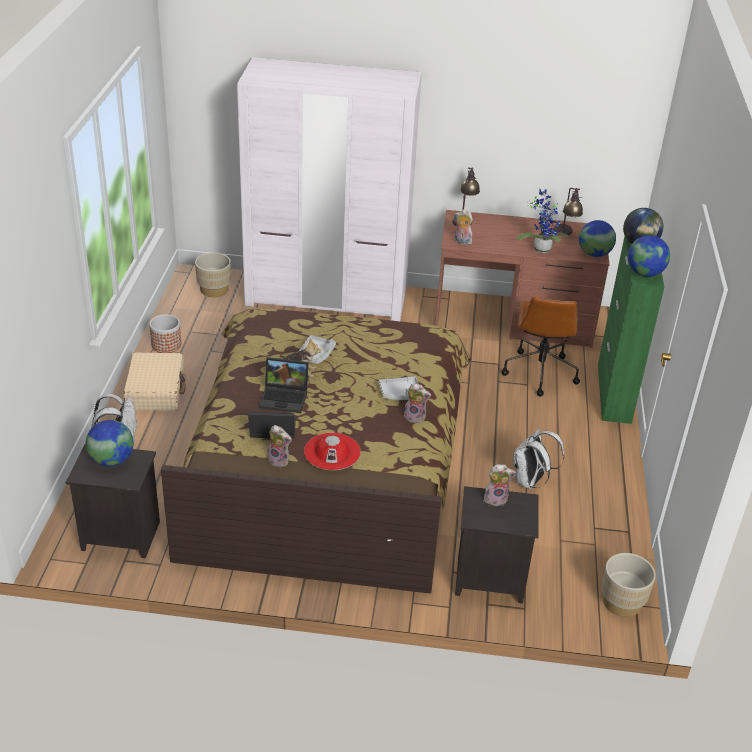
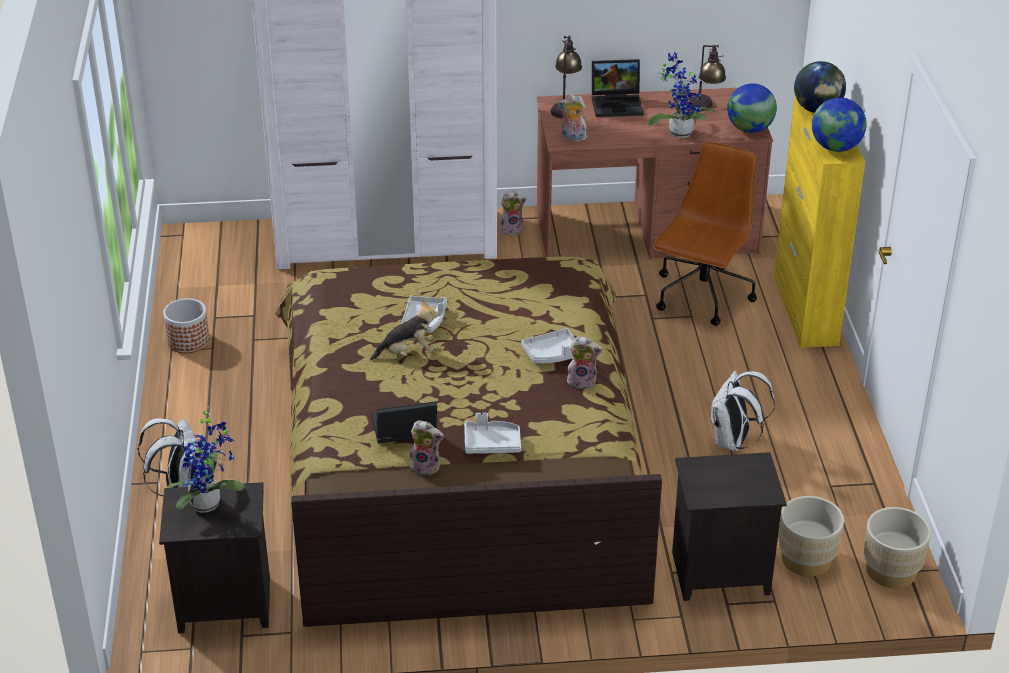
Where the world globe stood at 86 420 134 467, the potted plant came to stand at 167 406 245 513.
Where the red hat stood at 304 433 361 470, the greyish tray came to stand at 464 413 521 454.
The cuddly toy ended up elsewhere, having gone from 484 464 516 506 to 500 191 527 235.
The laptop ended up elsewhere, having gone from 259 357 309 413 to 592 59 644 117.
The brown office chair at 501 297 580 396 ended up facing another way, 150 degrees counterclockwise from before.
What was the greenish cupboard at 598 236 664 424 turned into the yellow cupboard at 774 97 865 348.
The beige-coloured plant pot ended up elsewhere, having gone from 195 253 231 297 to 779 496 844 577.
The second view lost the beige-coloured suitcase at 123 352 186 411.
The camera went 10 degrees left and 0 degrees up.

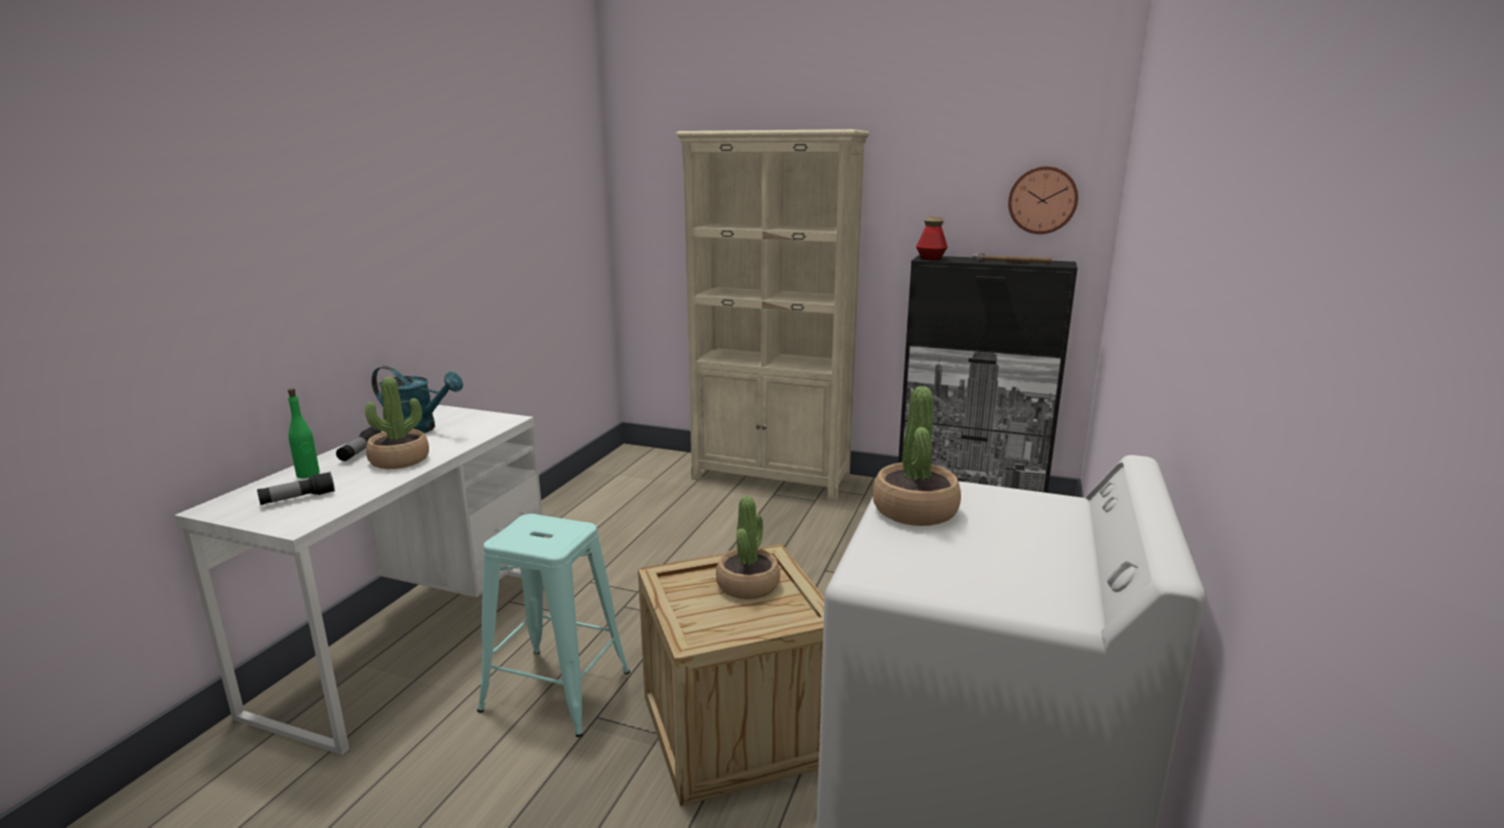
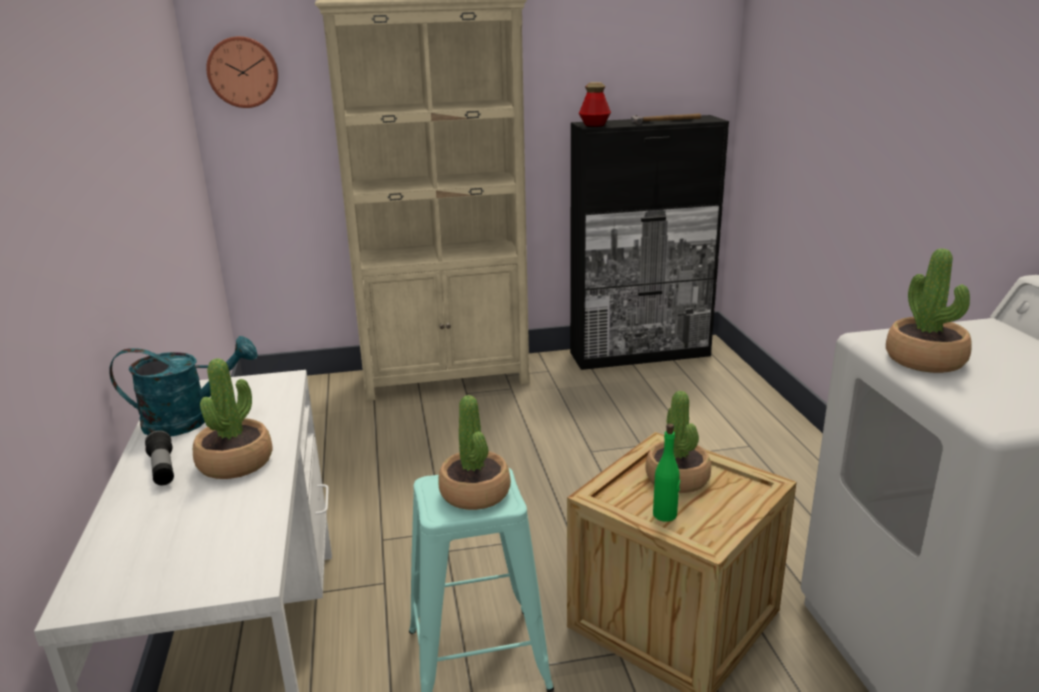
The wall clock ended up elsewhere, having gone from 1008 166 1078 234 to 206 36 278 108.
The second view gained the potted plant at 439 395 511 510.
The greenish bottle ended up elsewhere, having gone from 288 388 320 478 to 653 423 680 522.
The second view lost the flashlight at 257 471 335 505.
The camera went 30 degrees left and 5 degrees up.

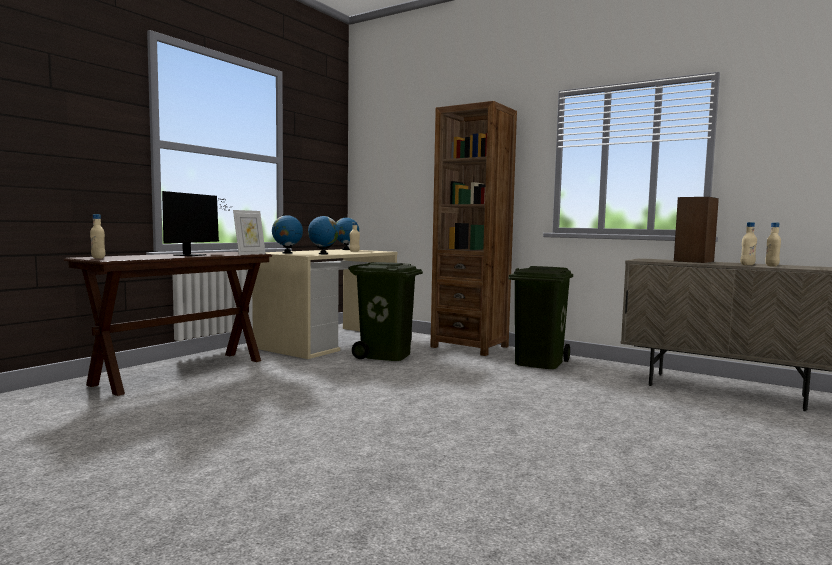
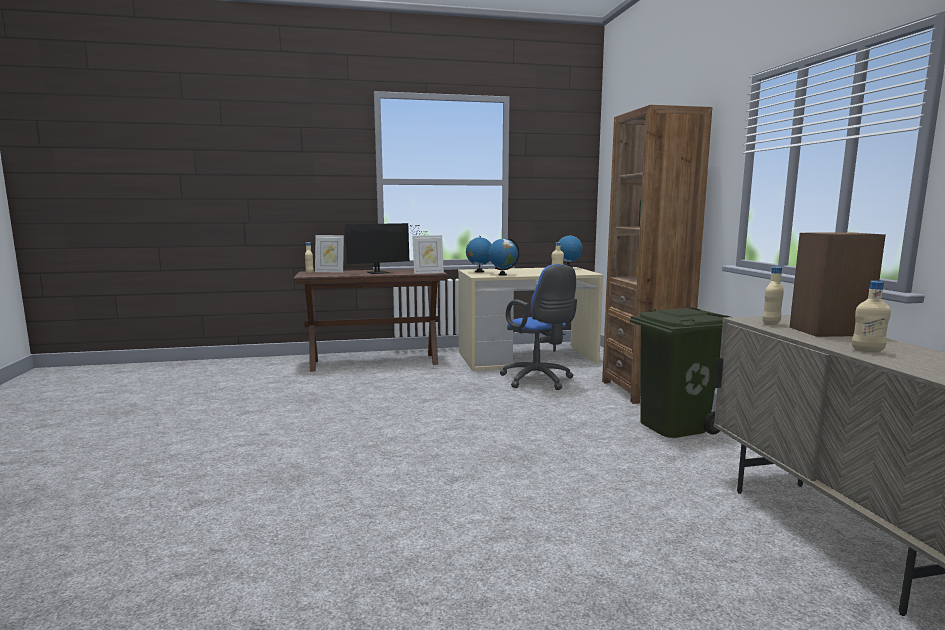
The second view gained the picture frame at 315 235 344 273.
Where the greenish waste bin stood at 348 262 423 361, the blue-coloured office chair came to stand at 500 264 577 390.
The beige-coloured bottle ended up elsewhere, having gone from 765 222 781 267 to 763 267 784 325.
The camera went 45 degrees right and 5 degrees up.

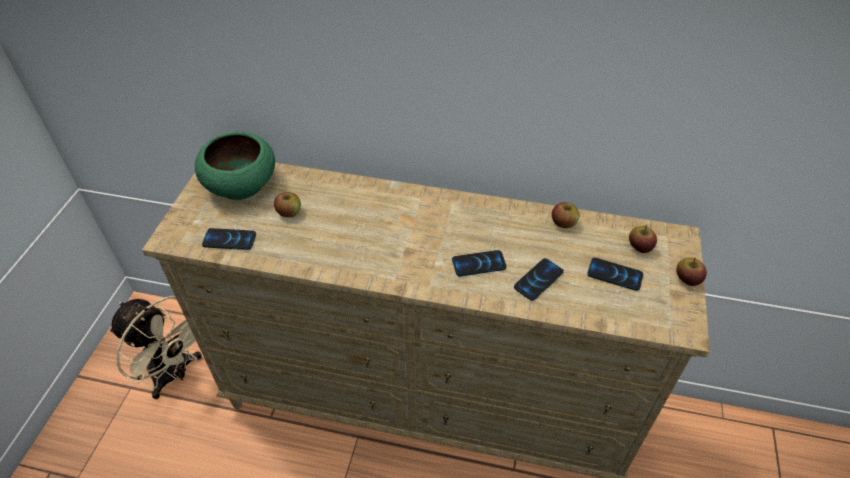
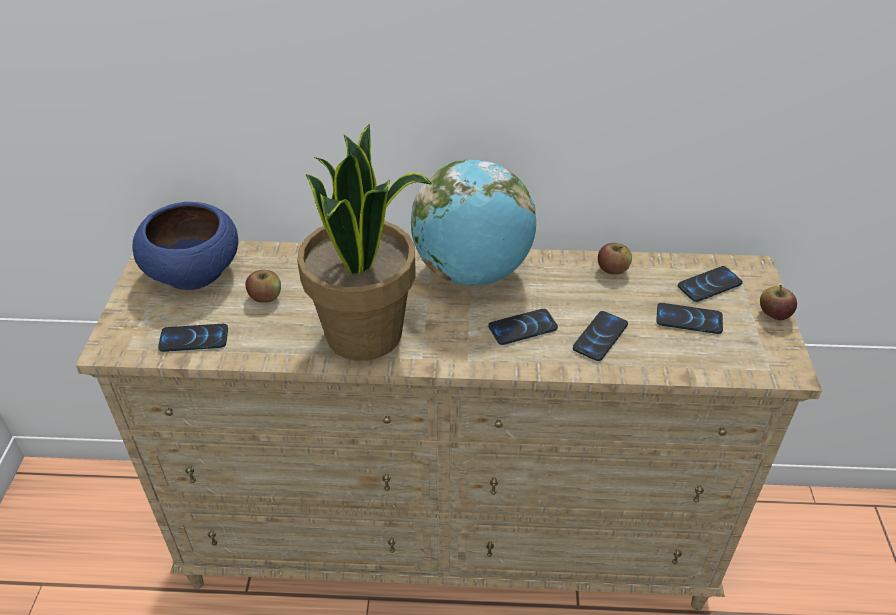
What was the greenish deep dish at 195 132 275 200 turned into the blue-coloured deep dish at 132 202 238 290.
The second view gained the potted plant at 297 124 432 361.
The second view gained the world globe at 411 159 536 286.
Where the whole apple stood at 629 225 657 253, the phone came to stand at 678 266 743 302.
The second view lost the beige-coloured electric fan at 109 296 202 399.
The camera went 10 degrees left and 5 degrees down.

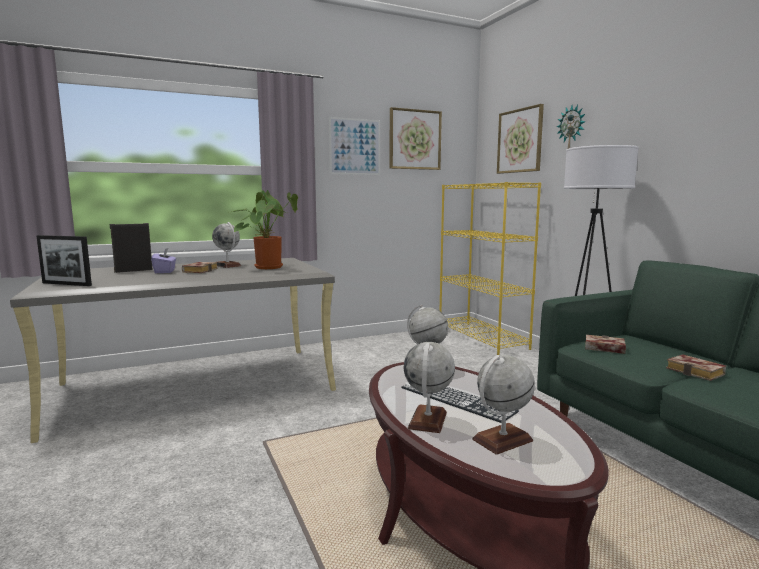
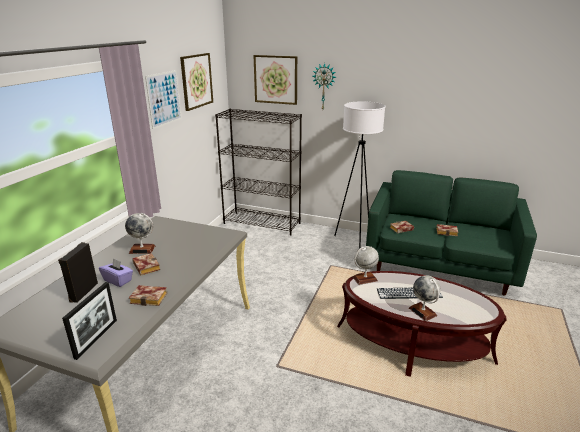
The picture frame at 37 235 92 286 ended up facing another way, 45 degrees counterclockwise from before.
The second view gained the book at 129 285 167 306.
What was the yellow bookcase at 440 182 541 355 turned into the black bookcase at 215 109 302 235.
The second view lost the potted plant at 232 190 298 269.
The second view lost the world globe at 472 355 535 455.
The camera went 45 degrees left and 15 degrees up.

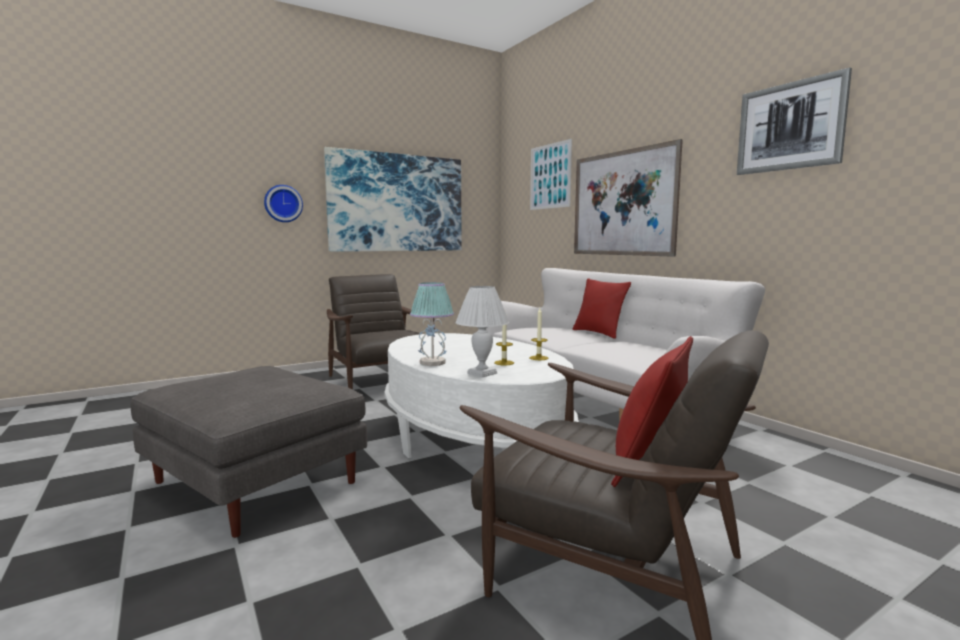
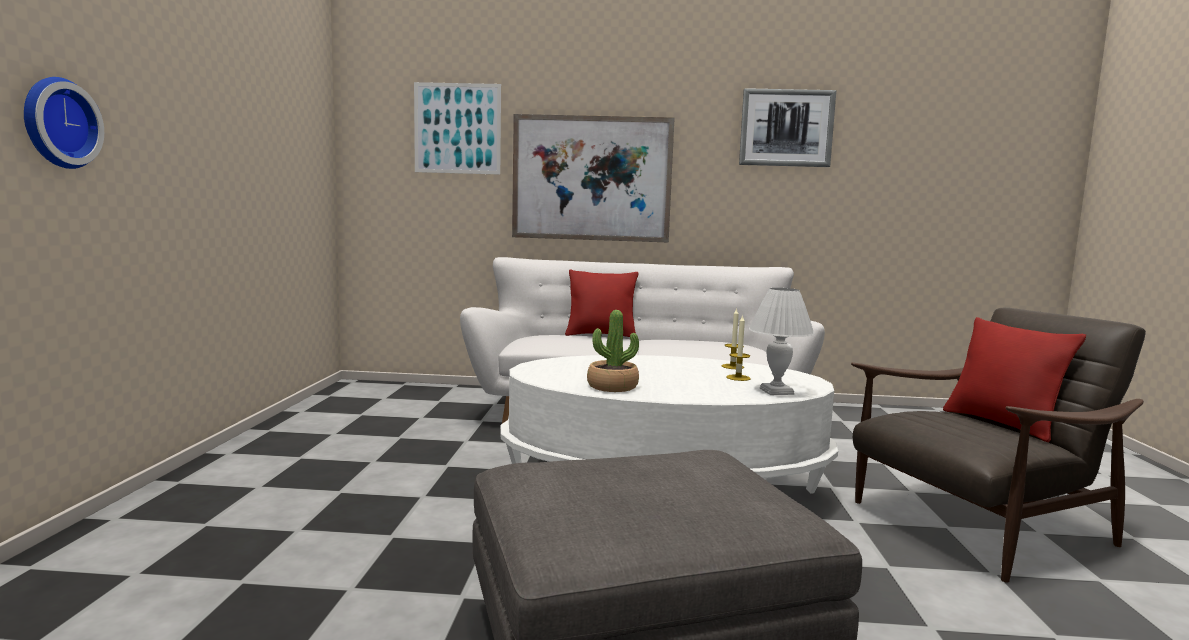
The second view gained the potted plant at 587 310 639 392.
The second view lost the wall art at 324 147 462 252.
The second view lost the brown easy chair at 327 274 435 390.
The second view lost the lamp for a table at 410 282 454 366.
The camera went 55 degrees left and 0 degrees up.

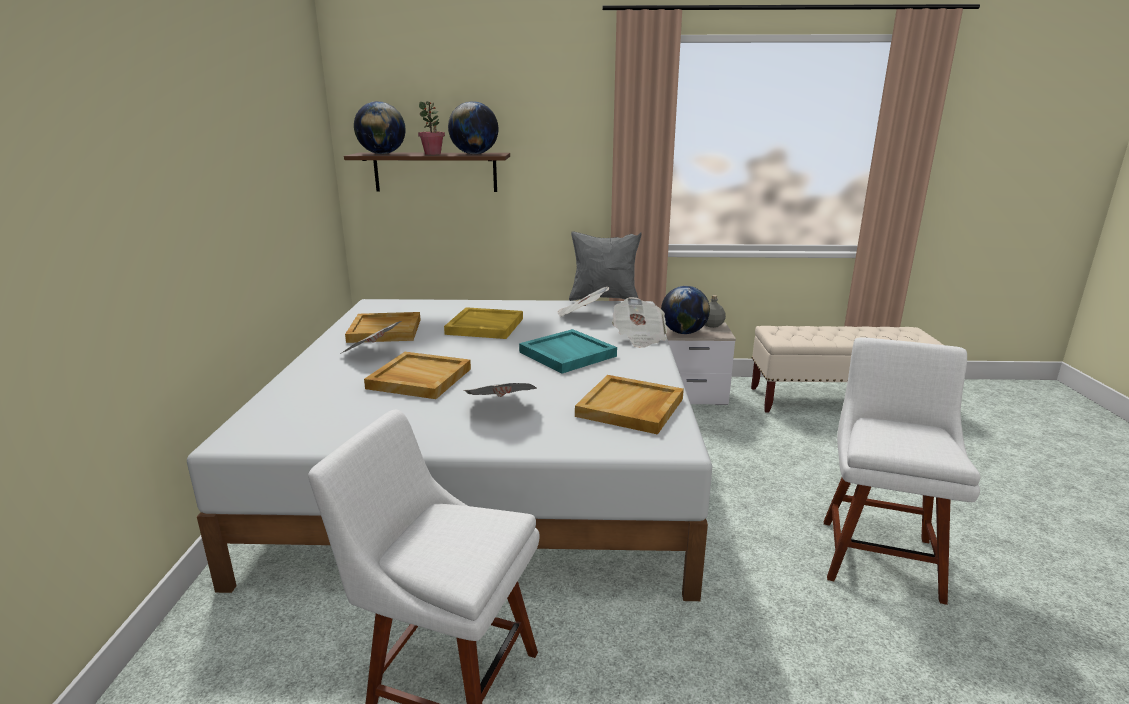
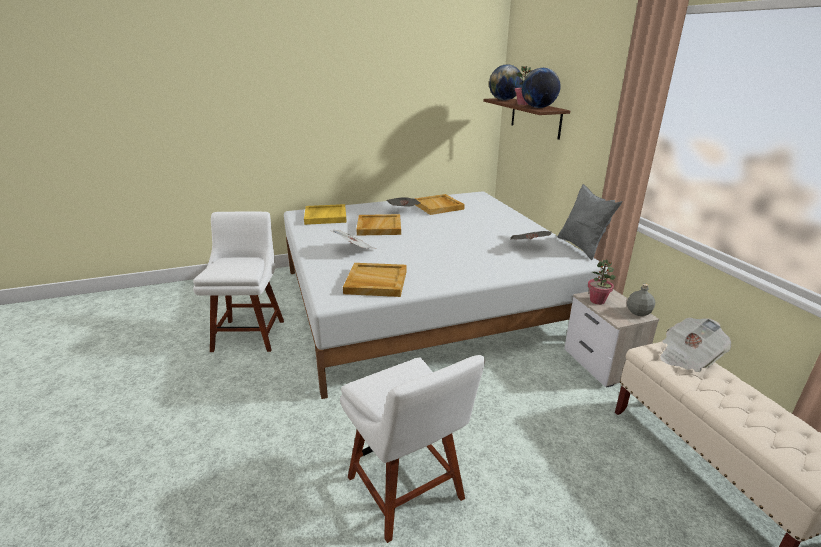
The yellow tray ended up elsewhere, having gone from 444 307 523 339 to 304 204 347 225.
The white upright chair at 824 337 980 605 ended up facing another way, 60 degrees clockwise from before.
Where the world globe stood at 661 286 710 334, the potted plant came to stand at 588 259 616 305.
The newspaper ended up elsewhere, having gone from 612 297 667 348 to 660 318 731 372.
The second view lost the blue-green tray at 519 329 617 373.
The camera went 70 degrees right and 5 degrees up.

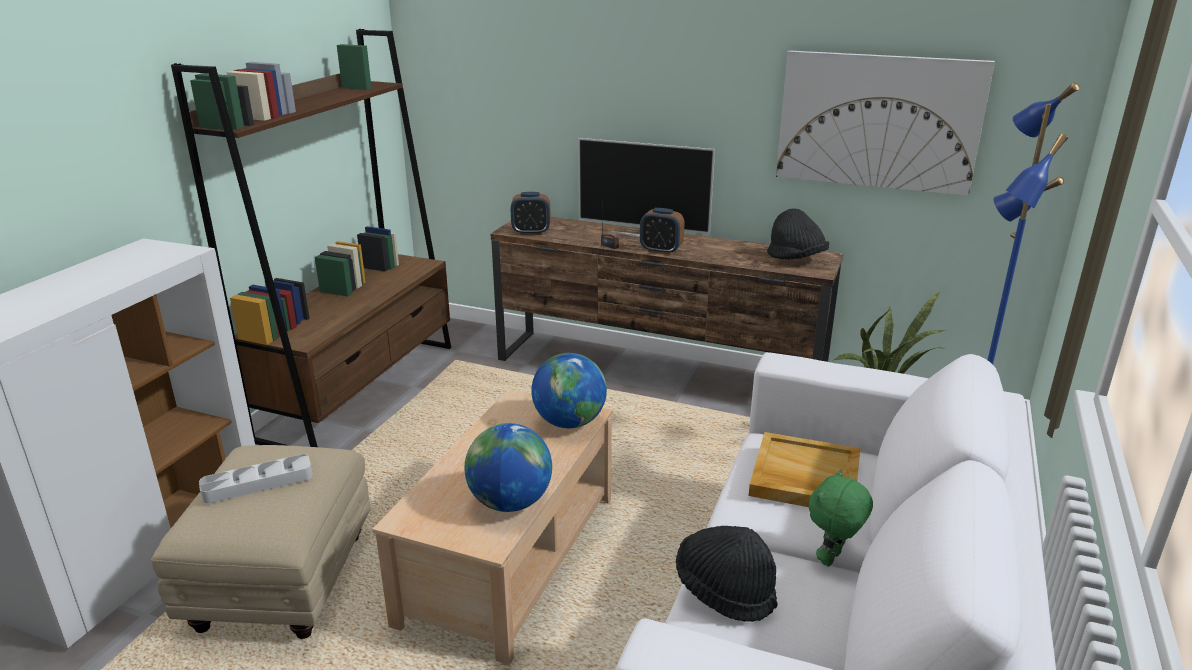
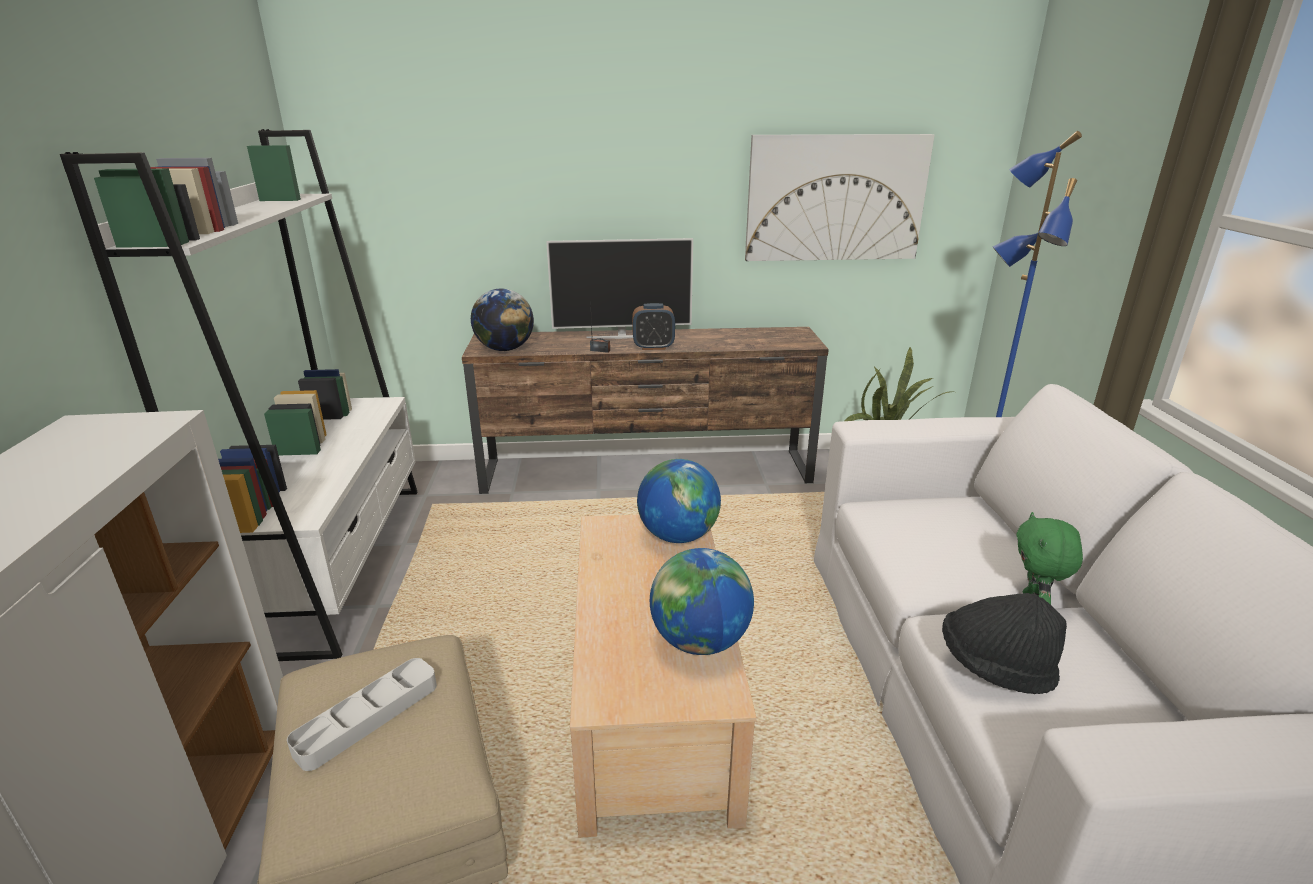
What was the brown bookcase at 171 29 451 447 turned into the white bookcase at 60 129 418 661.
Where the table clock stood at 510 192 551 235, the world globe came to stand at 471 289 534 351.
The second view lost the beige-coloured tray at 749 432 860 507.
The second view lost the black hat at 767 208 829 259.
The camera went 25 degrees left and 0 degrees up.

